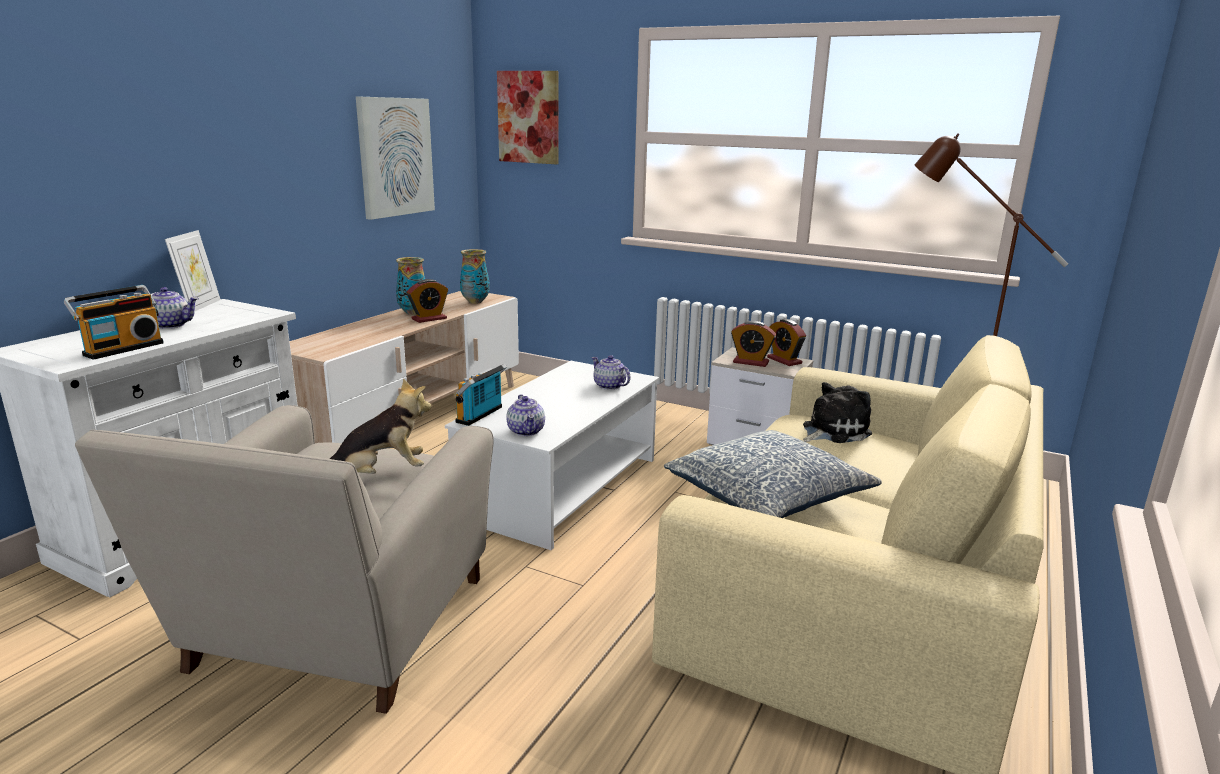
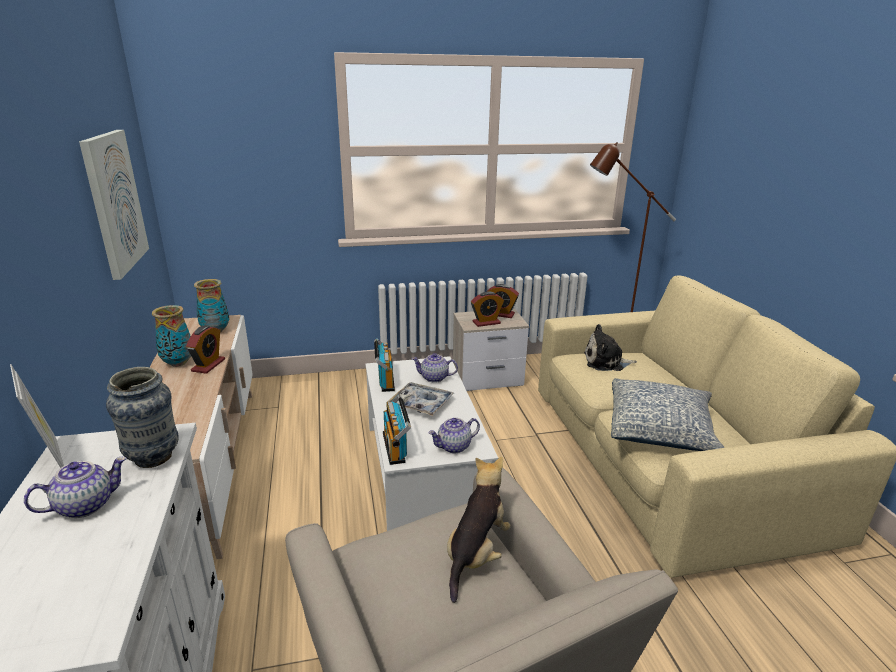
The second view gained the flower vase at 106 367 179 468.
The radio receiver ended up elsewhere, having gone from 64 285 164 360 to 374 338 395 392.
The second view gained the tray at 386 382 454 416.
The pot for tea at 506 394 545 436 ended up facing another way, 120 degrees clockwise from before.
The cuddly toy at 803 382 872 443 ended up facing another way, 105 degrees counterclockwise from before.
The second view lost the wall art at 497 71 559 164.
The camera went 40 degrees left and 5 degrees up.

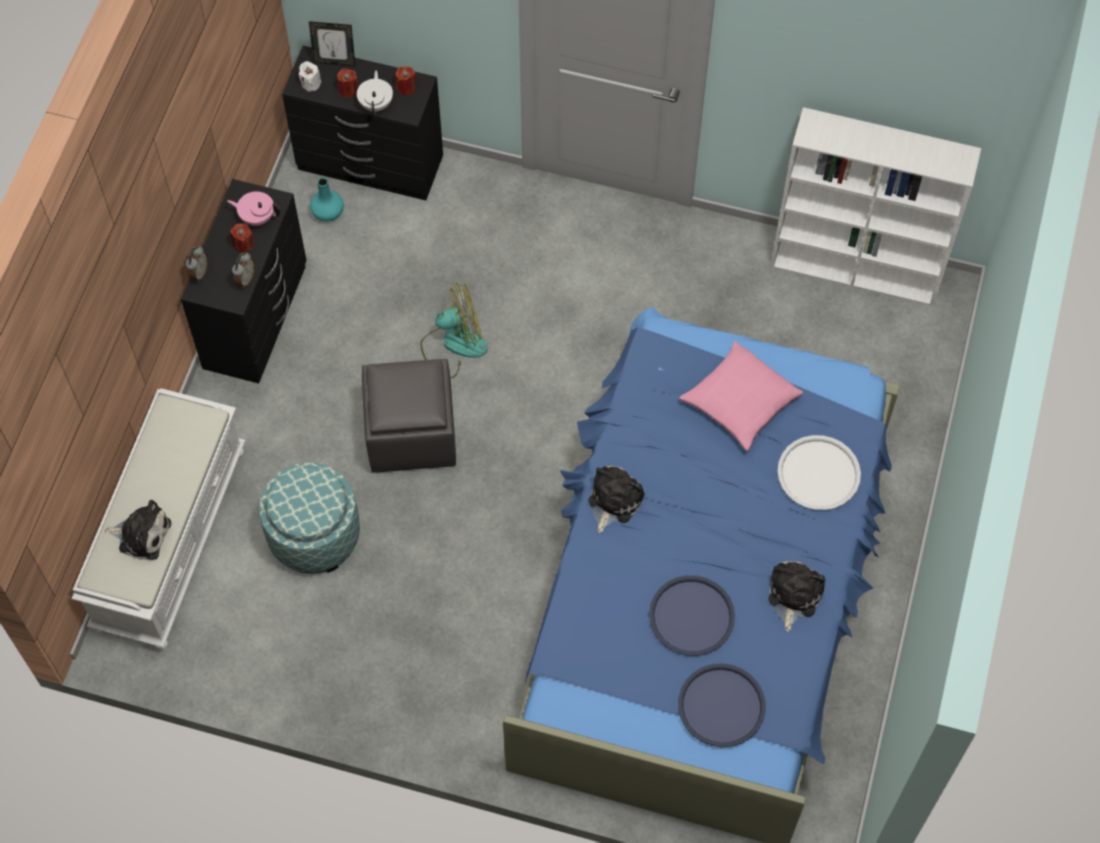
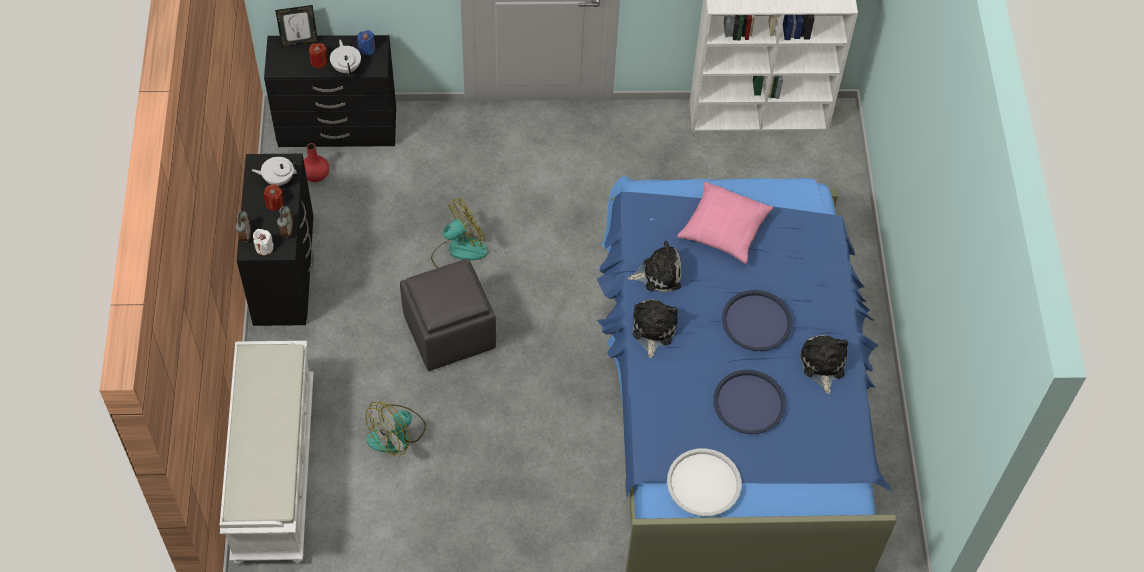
What was the pink-coloured pot for tea at 228 191 280 226 turned into the white pot for tea at 252 157 300 186.
The white wax candle ended up elsewhere, having gone from 299 61 321 92 to 253 229 274 255.
What was the blue-green flower vase at 310 178 344 222 turned into the red flower vase at 304 143 329 182.
What was the red wax candle at 395 67 416 96 turned into the blue-coloured wax candle at 357 30 375 55.
Where the footrest stood at 259 462 360 573, the electric fan came to stand at 366 402 426 455.
The cuddly toy ended up elsewhere, having gone from 104 500 171 560 to 628 241 681 292.
The white tray ended up elsewhere, having gone from 777 435 861 510 to 667 448 742 516.
The blue-coloured tray ended up elsewhere, having gone from 678 663 766 747 to 722 290 793 351.
The camera went 20 degrees left and 5 degrees down.

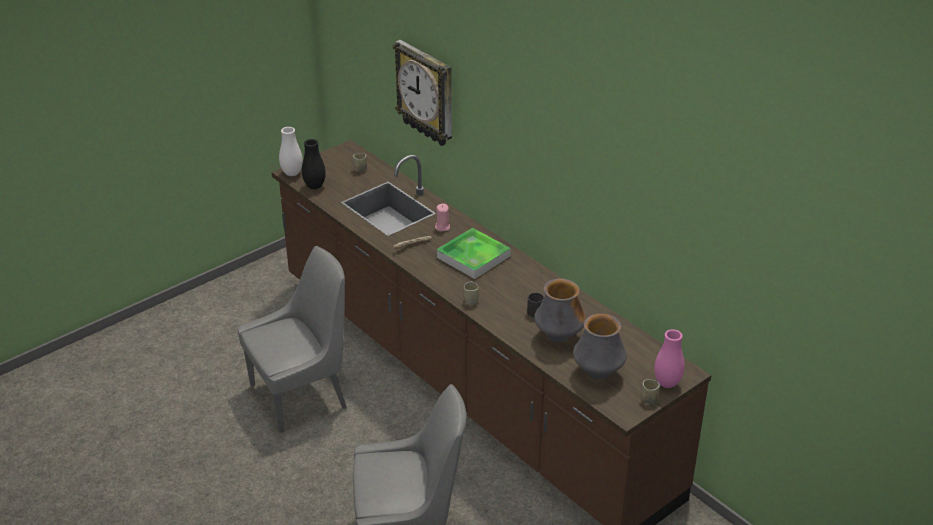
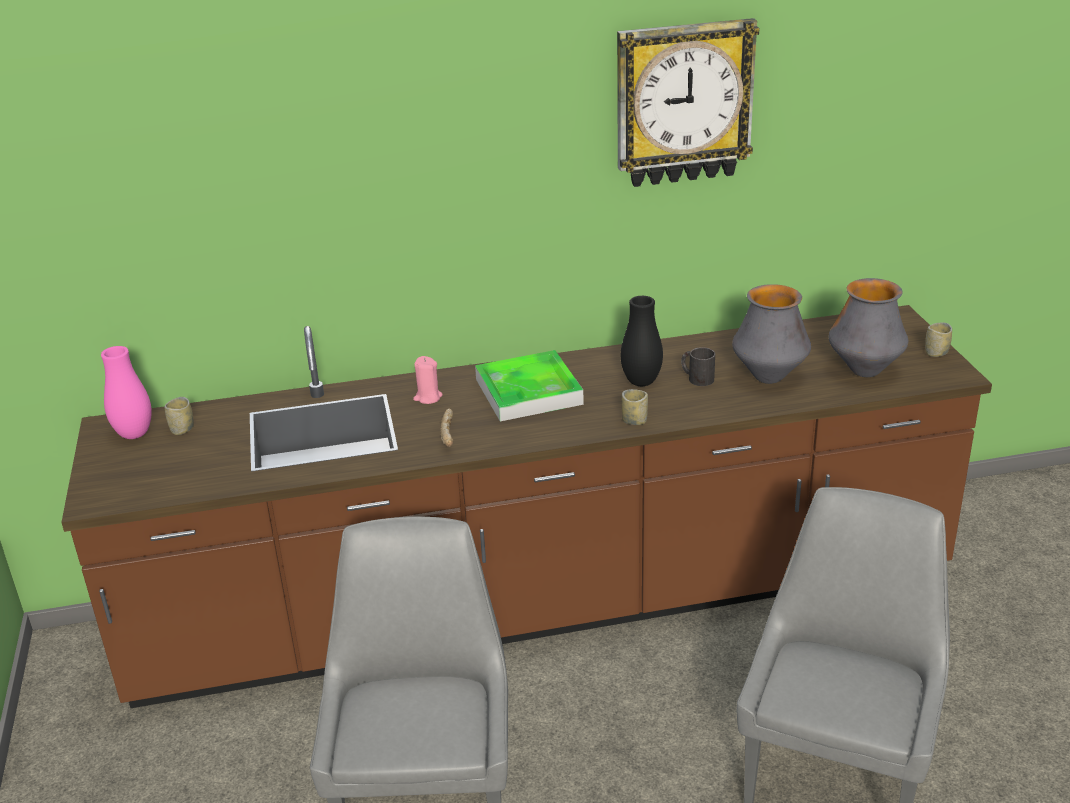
The pink-coloured flower vase ended up elsewhere, having gone from 654 329 685 388 to 101 346 152 439.
The wall clock ended up elsewhere, having gone from 393 40 452 146 to 617 18 759 187.
The black flower vase ended up elsewhere, having gone from 302 139 326 189 to 621 296 663 386.
The second view lost the white flower vase at 279 127 303 176.
The camera went 60 degrees left and 5 degrees down.

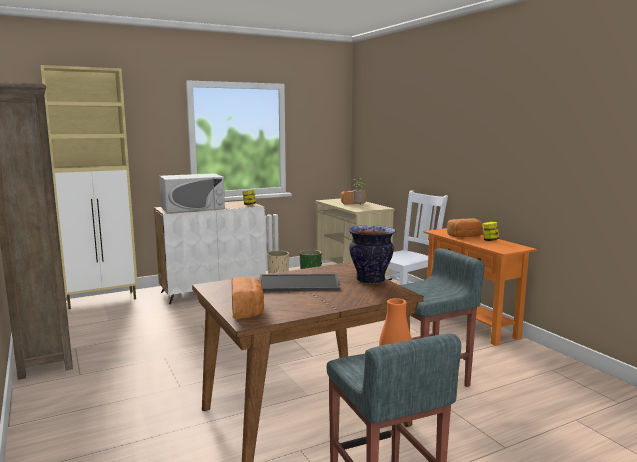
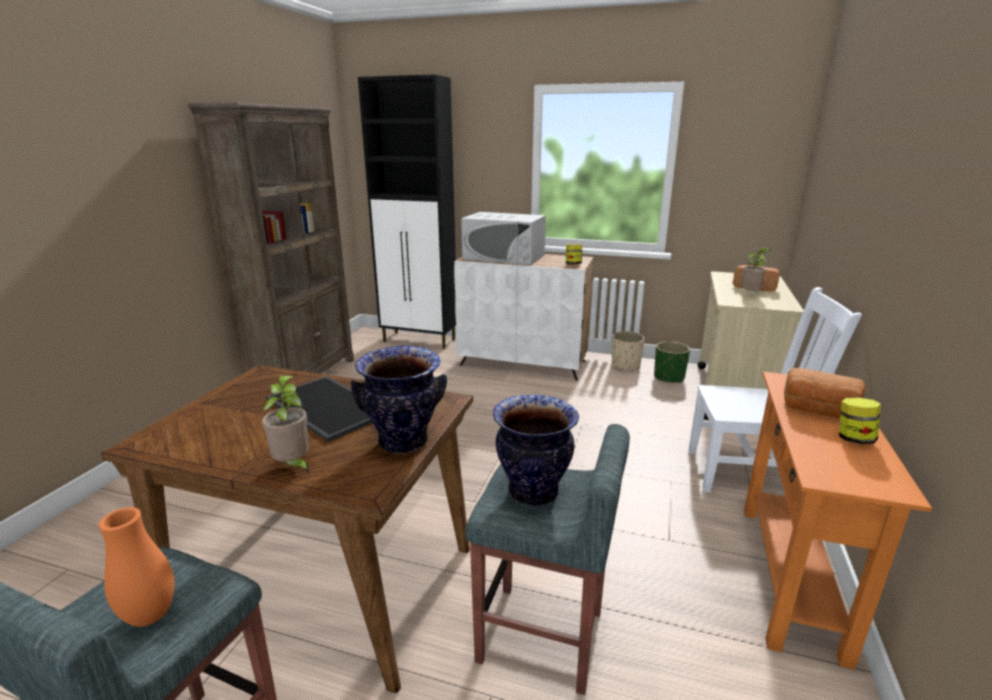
The second view gained the potted plant at 262 376 309 473.
What was the beige-coloured cupboard at 40 65 138 309 turned into the black cupboard at 358 75 456 349.
The second view gained the flower vase at 493 395 579 506.
The second view lost the bakery bread at 231 277 264 319.
The camera went 45 degrees right and 10 degrees up.

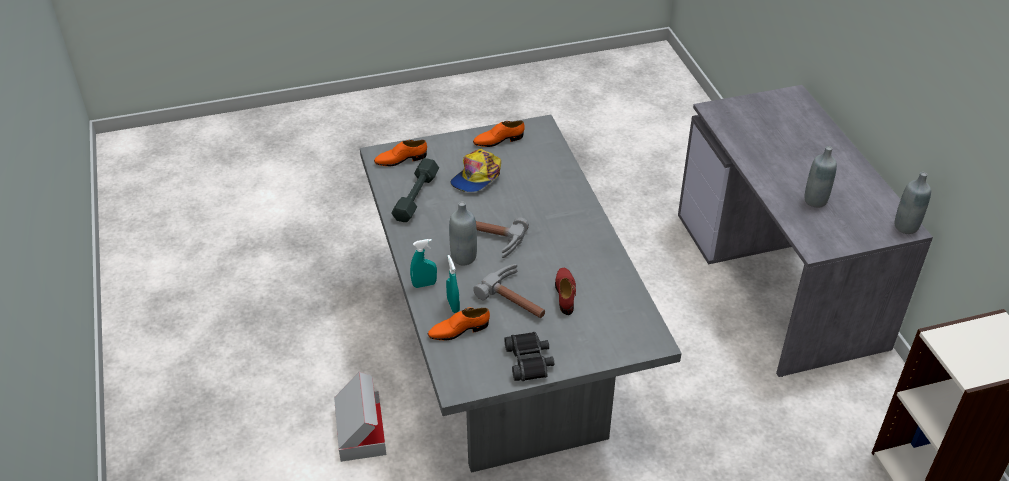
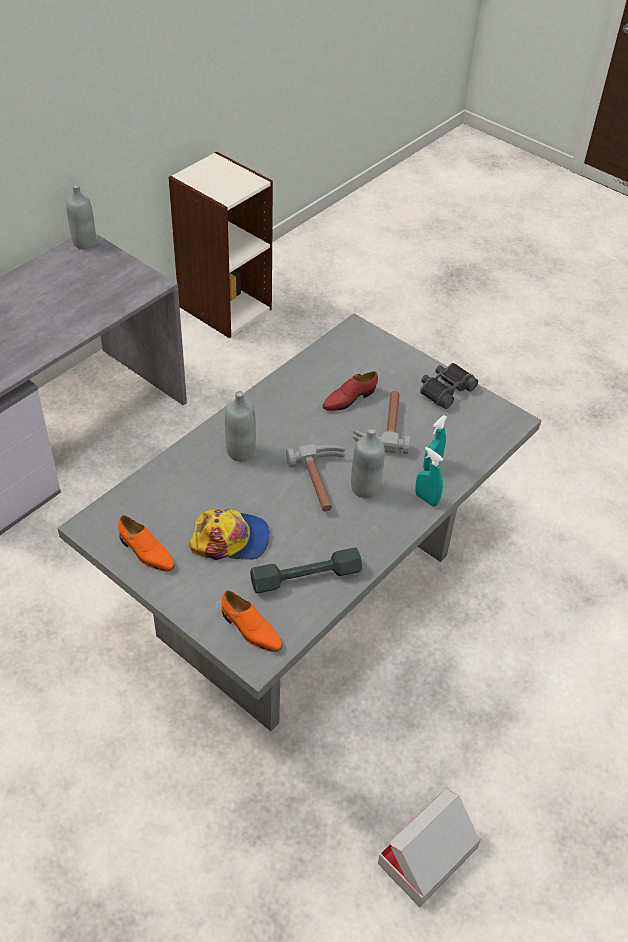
The greyish bottle ended up elsewhere, having gone from 805 146 837 207 to 225 391 256 462.
The packing box ended up elsewhere, having gone from 334 372 386 462 to 378 790 481 907.
The second view lost the orange-coloured shoe at 428 308 490 340.
The camera went 125 degrees left and 5 degrees up.

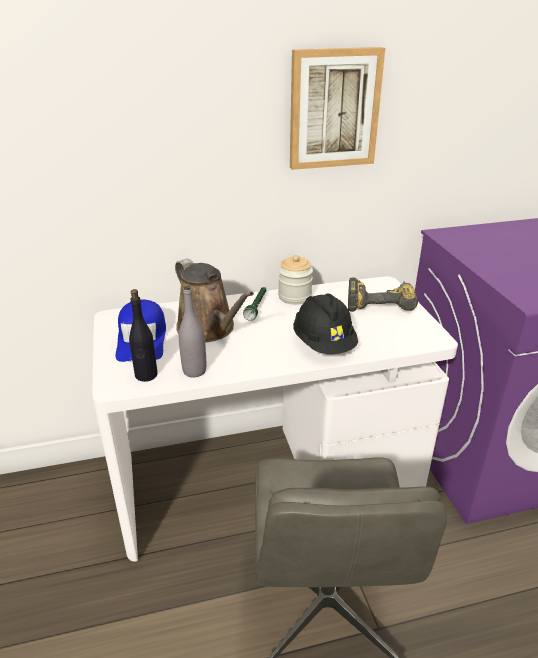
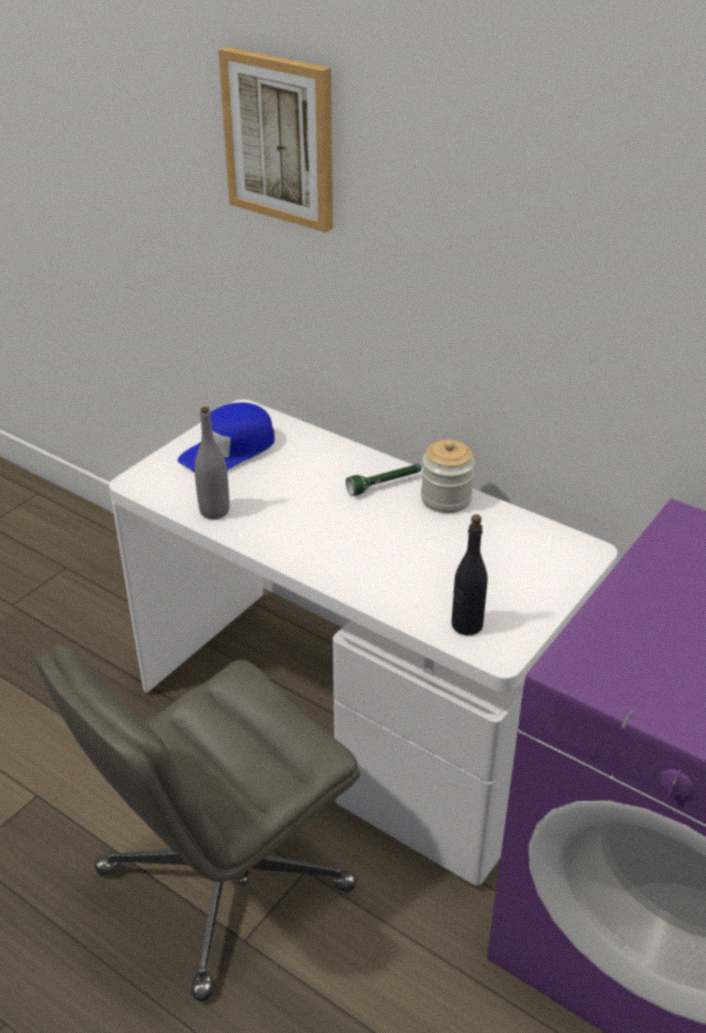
The wall art ended up elsewhere, having gone from 290 47 385 170 to 218 47 333 233.
The black bottle ended up elsewhere, having gone from 129 289 158 382 to 451 514 488 635.
The second view lost the brown watering can at 175 258 254 342.
The second view lost the black safety helmet at 293 293 358 354.
The second view lost the drill at 348 277 418 312.
The camera went 50 degrees right and 5 degrees up.

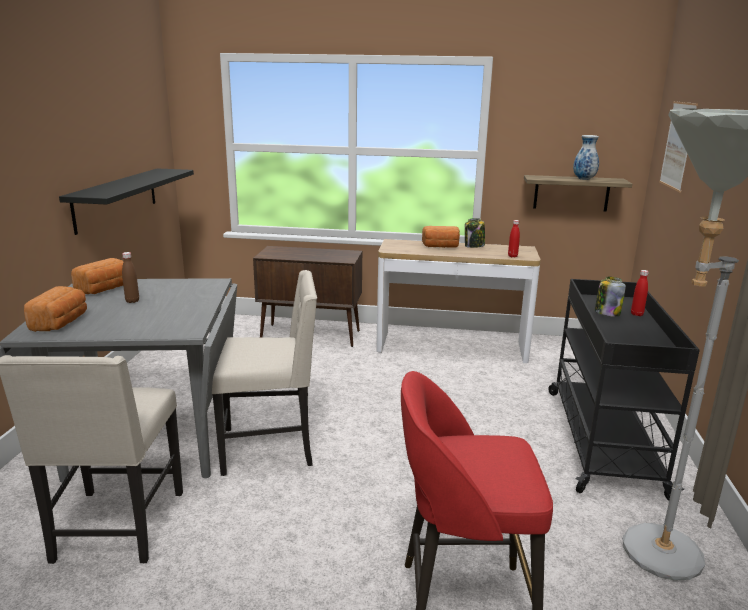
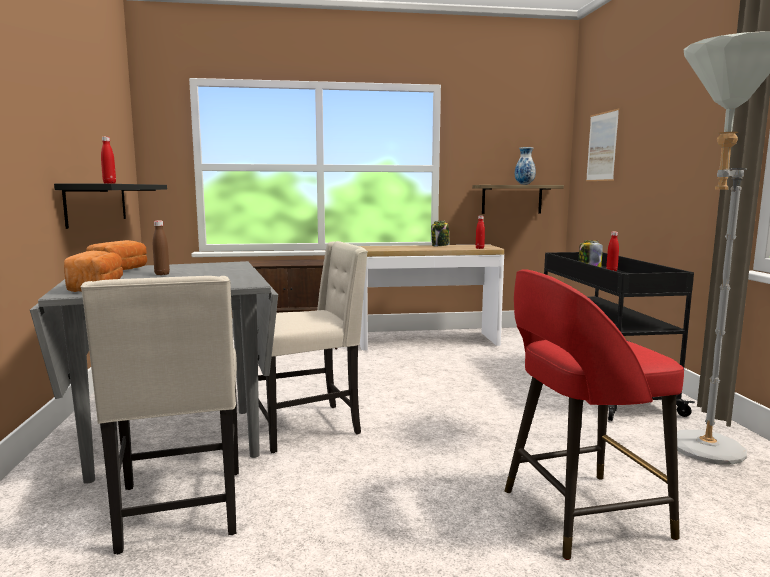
The second view gained the red bottle at 101 137 116 183.
The second view lost the bakery bread at 422 226 460 248.
The camera went 15 degrees left and 10 degrees down.

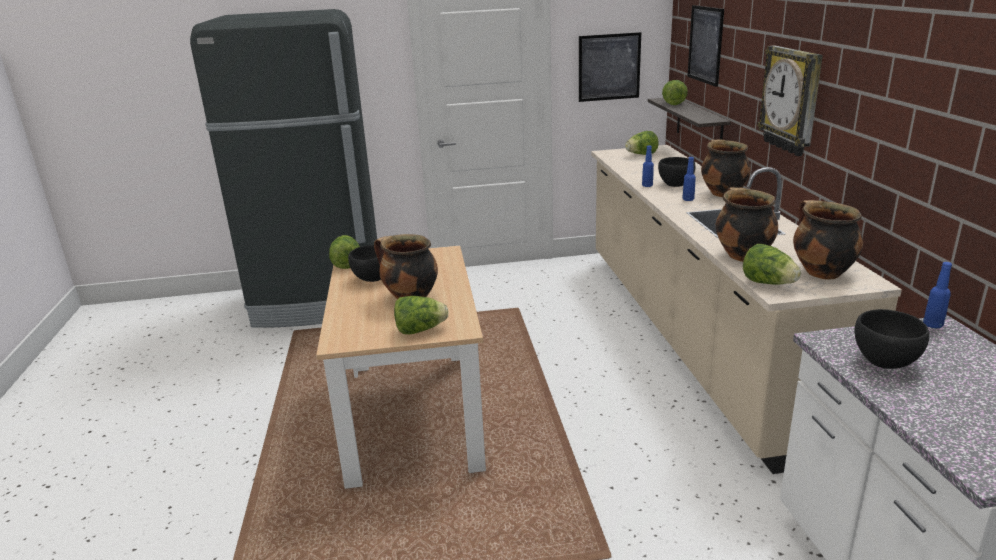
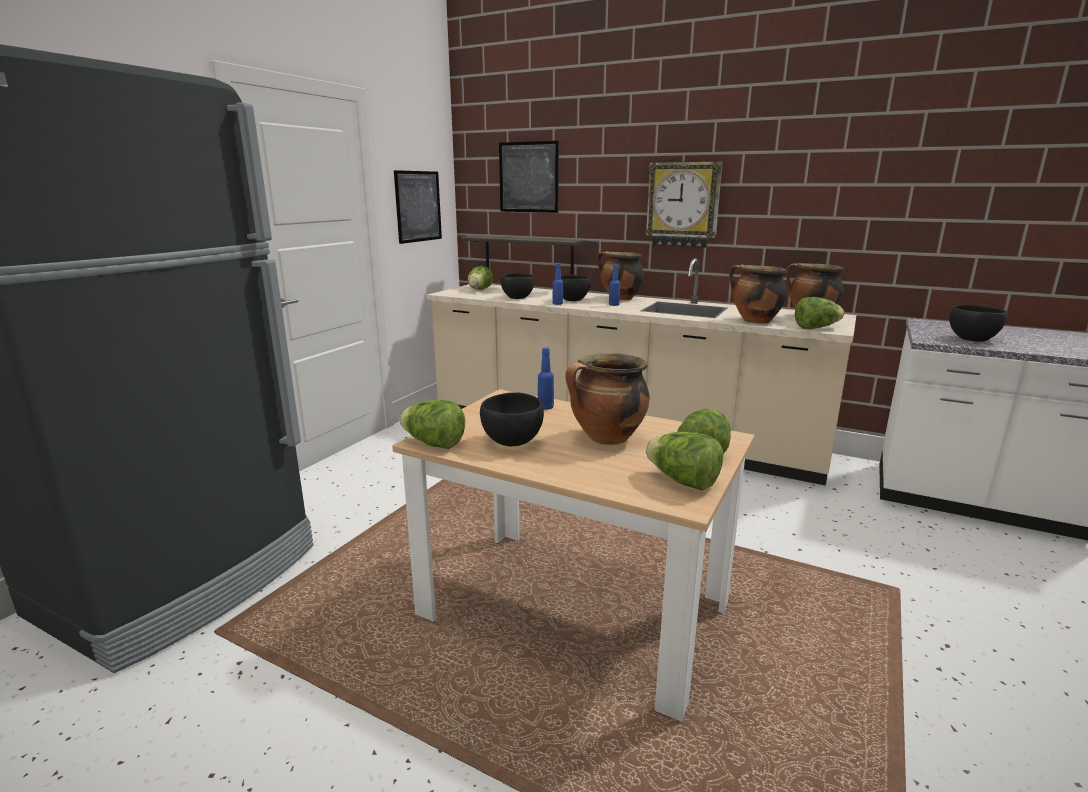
The second view gained the black deep dish at 501 273 535 299.
The blue-coloured bottle ended up elsewhere, having gone from 923 262 952 328 to 538 347 554 410.
The lettuce head ended up elsewhere, having gone from 662 80 688 105 to 646 432 723 491.
The camera went 55 degrees left and 5 degrees down.

